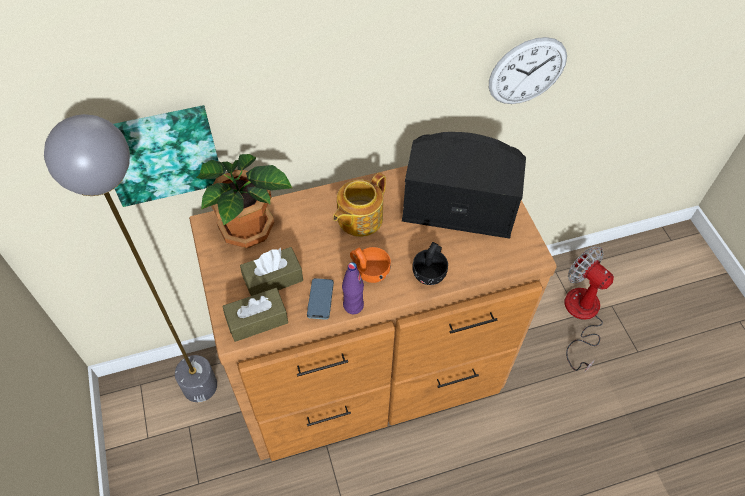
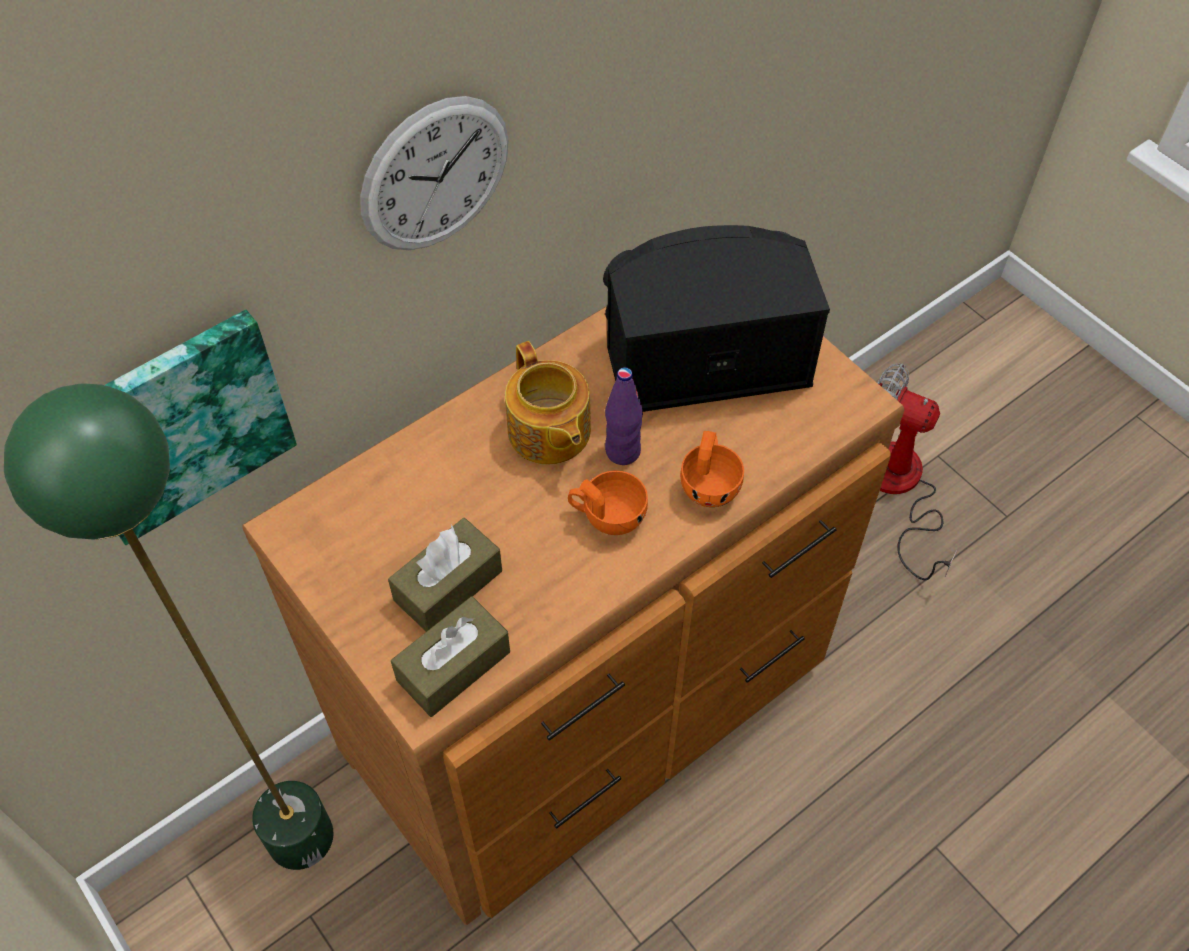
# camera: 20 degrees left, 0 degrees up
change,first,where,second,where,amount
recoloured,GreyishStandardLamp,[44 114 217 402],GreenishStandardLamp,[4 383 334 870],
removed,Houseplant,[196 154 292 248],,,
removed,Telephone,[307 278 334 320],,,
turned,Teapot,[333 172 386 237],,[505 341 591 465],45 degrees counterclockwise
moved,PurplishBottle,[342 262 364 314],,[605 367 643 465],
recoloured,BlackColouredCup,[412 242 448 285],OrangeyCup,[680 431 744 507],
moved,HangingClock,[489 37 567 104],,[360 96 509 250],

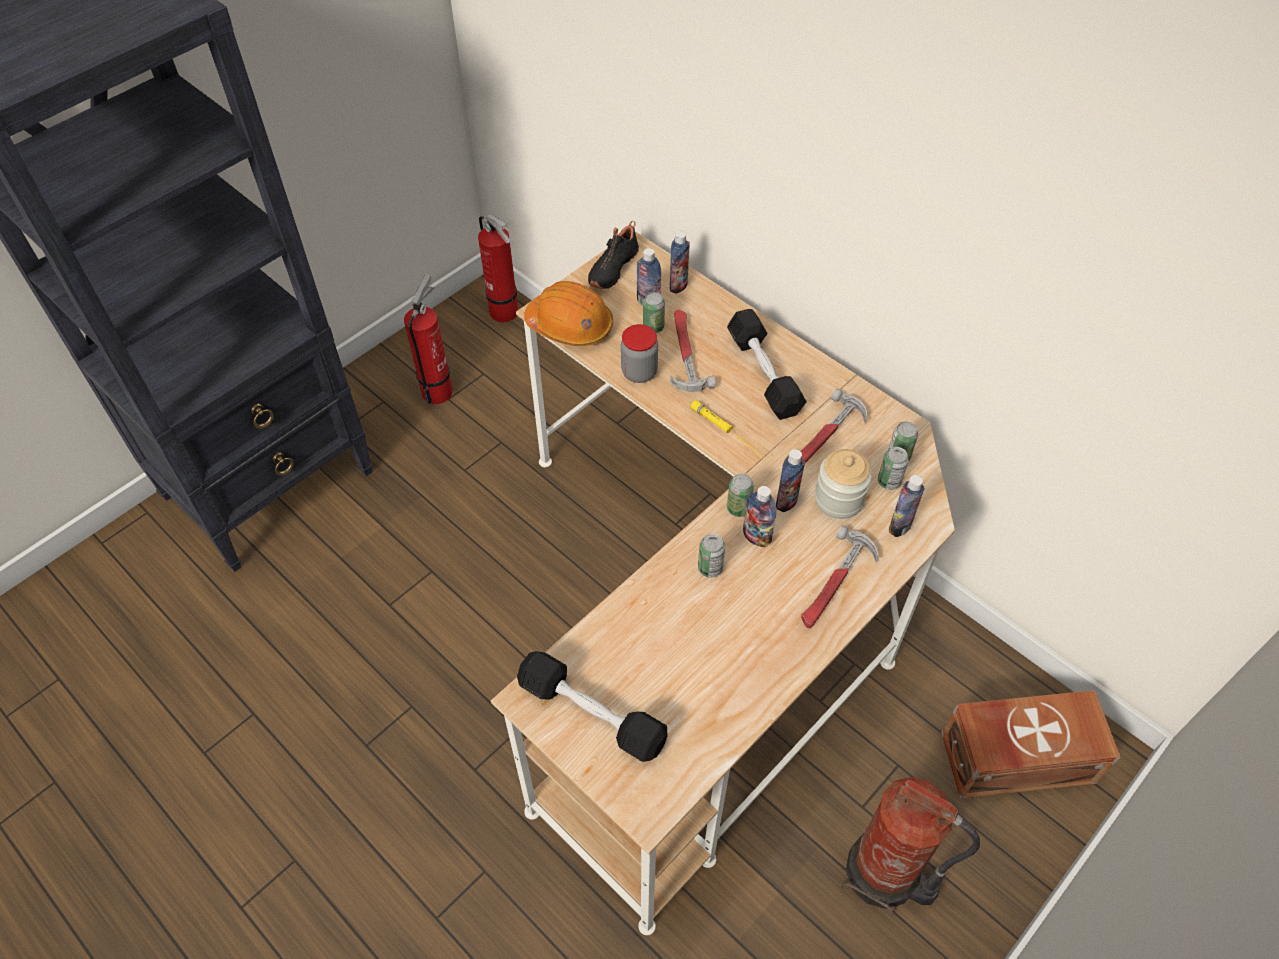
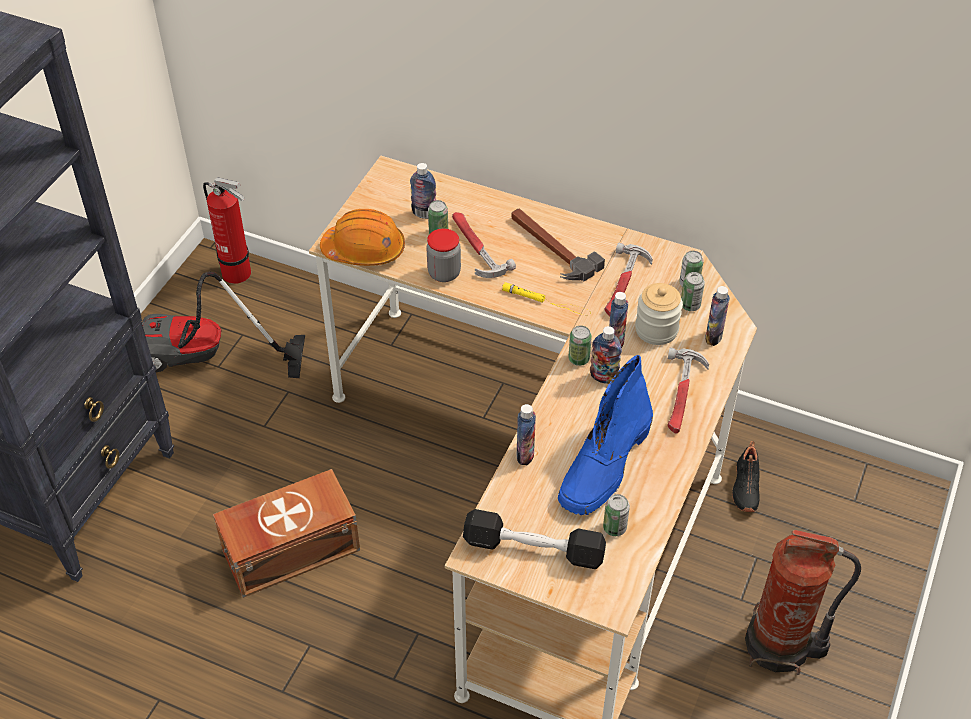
# camera: 20 degrees left, 5 degrees down
change,first,where,second,where,amount
replaced,FireFightingCylinder,[404 274 453 404],VacuumCleaner,[142 272 305 378],
moved,BlackColouredItemOfFootwear,[588 221 639 289],,[732 441 760 512],
moved,Bottle,[670 231 690 294],,[516 404 536 465],
moved,SealedCan,[698 534 725 578],,[603 494 630 536],
replaced,BlackColouredHandWeight,[727 309 807 420],Hammer,[512 208 605 282],
moved,BrownStorageContainer,[942 690 1120 799],,[213 469 360 598],
added,,,BlueBoot,[558 355 653 515],

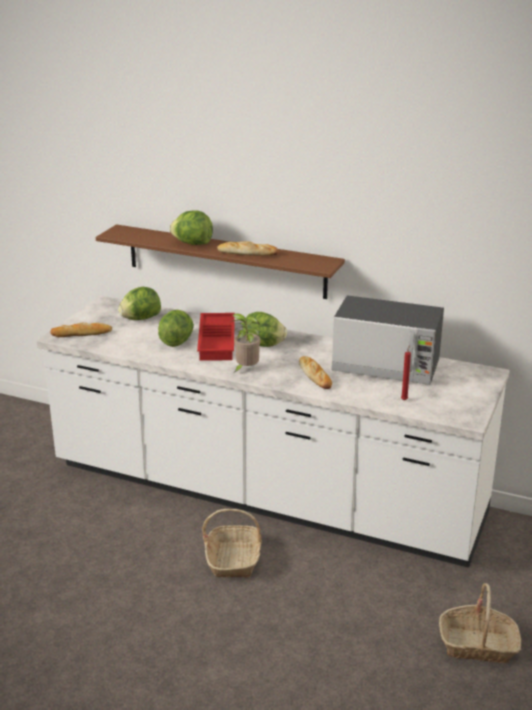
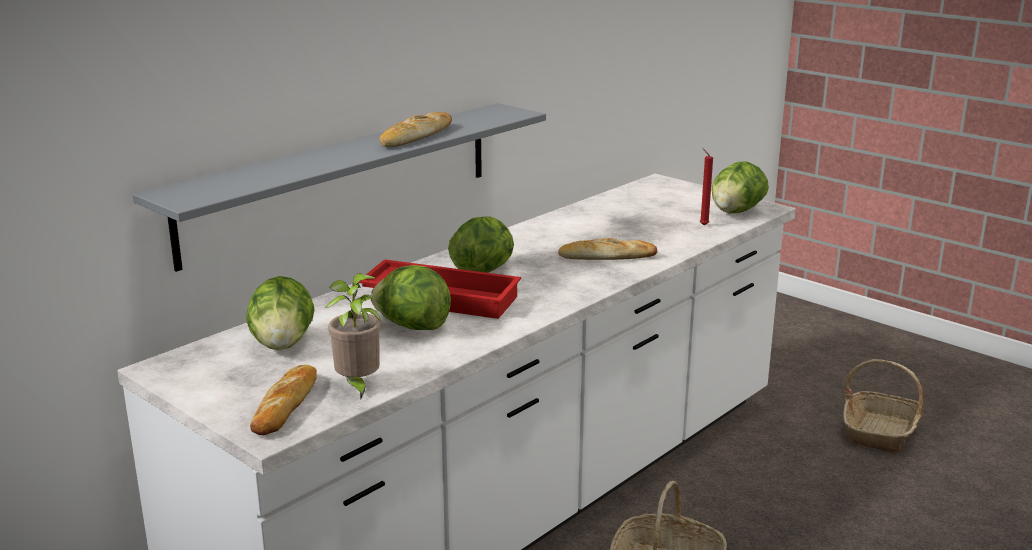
# camera: 70 degrees left, 5 degrees down
change,first,where,second,where,amount
recoloured,BrownWallShelf,[96 224 345 299],GreyishWallShelf,[133 103 546 272],
moved,LettuceHead,[169 210 213 245],,[712 161 769 213],
moved,Houseplant,[232 314 261 373],,[325 273 381 401],
removed,KitchenMicrowave,[331 295 444 385],,,

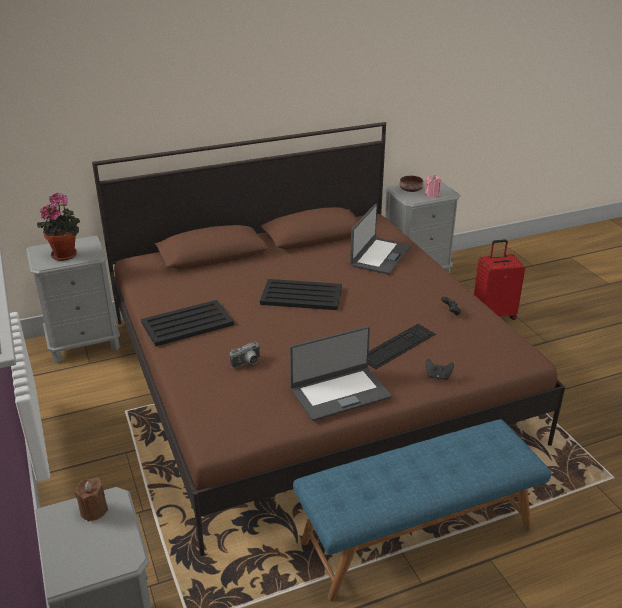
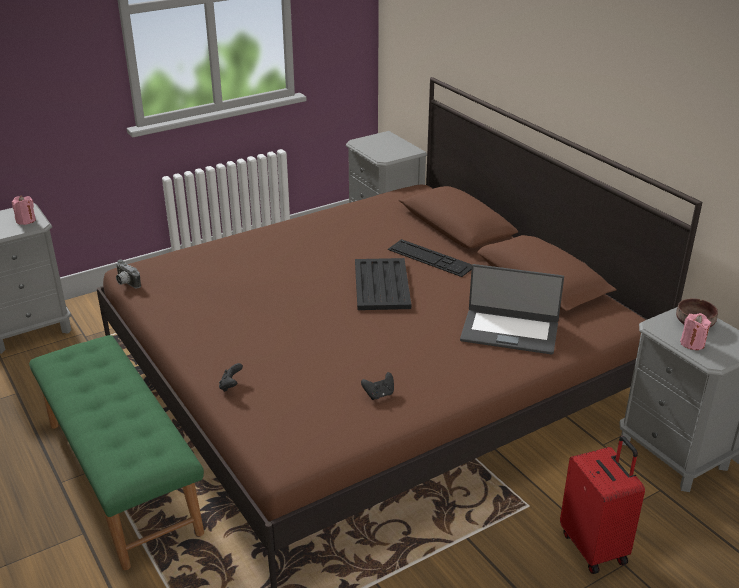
# camera: 80 degrees right, 0 degrees up
change,first,where,second,where,amount
removed,Houseplant,[37 192 80 261],,,
recoloured,BrownWaxCandle,[75 477 108 522],PinkishWaxCandle,[12 195 36 225],
removed,BlackColouredCarryingTray,[141 300 234 347],,,
moved,StillCamera,[230 342 260 368],,[116 260 141 289],
removed,PortableComputer,[290 326 392 421],,,
recoloured,BlueBench,[293 419 551 601],GreenishBench,[29 335 204 570],
moved,PcKeyboard,[368 324 436 369],,[388 239 472 277],

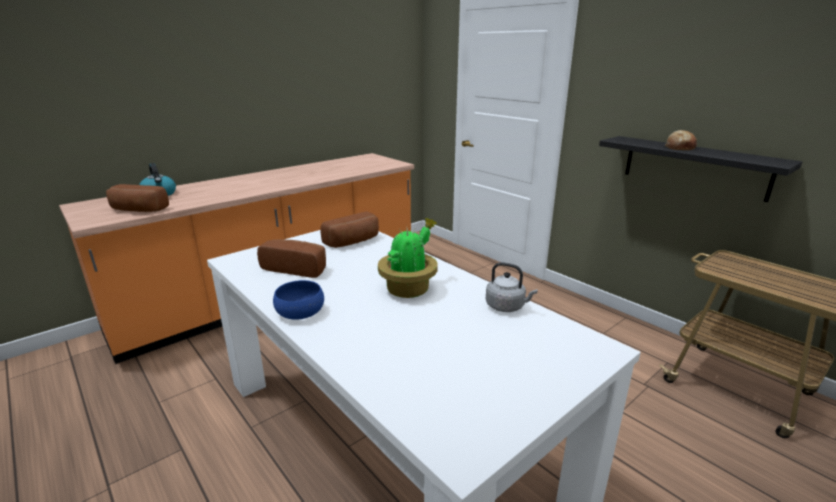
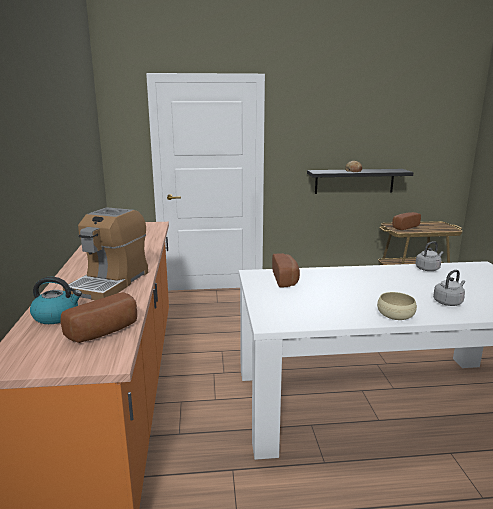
# camera: 55 degrees left, 5 degrees down
change,first,where,second,where,amount
moved,Bread,[257 239 326 278],,[392 212 421 230],
recoloured,BlueDeepDish,[273 280 324 320],BeigeDeepDish,[377 292 417 320],
removed,Houseplant,[378 218 438 298],,,
added,,,CoffeeBrewer,[63 207 148 300],
added,,,GreyishWaterKettle,[433 270 465 306],

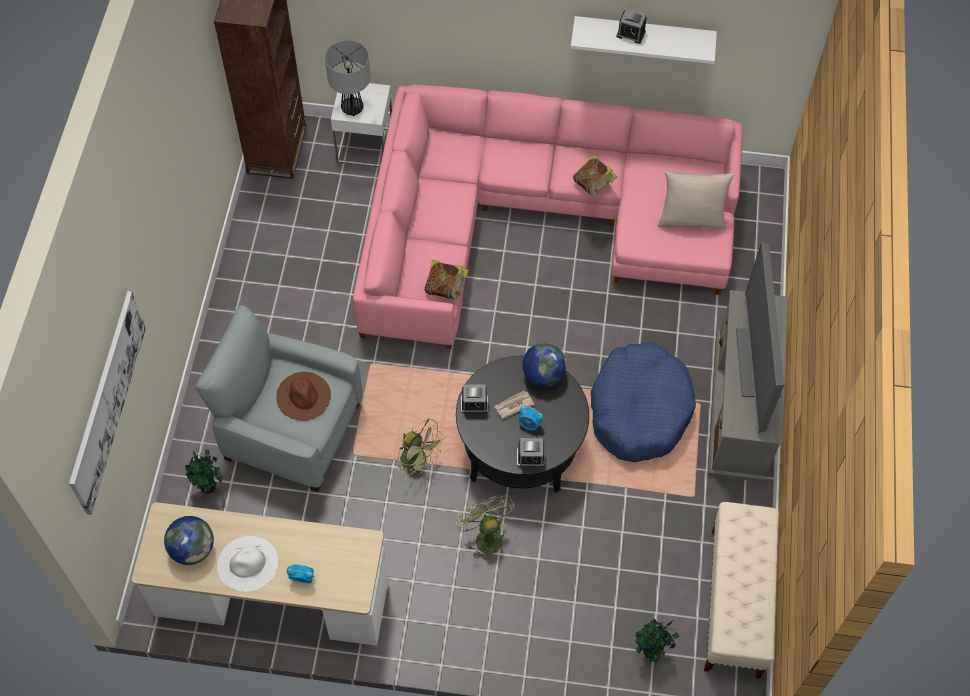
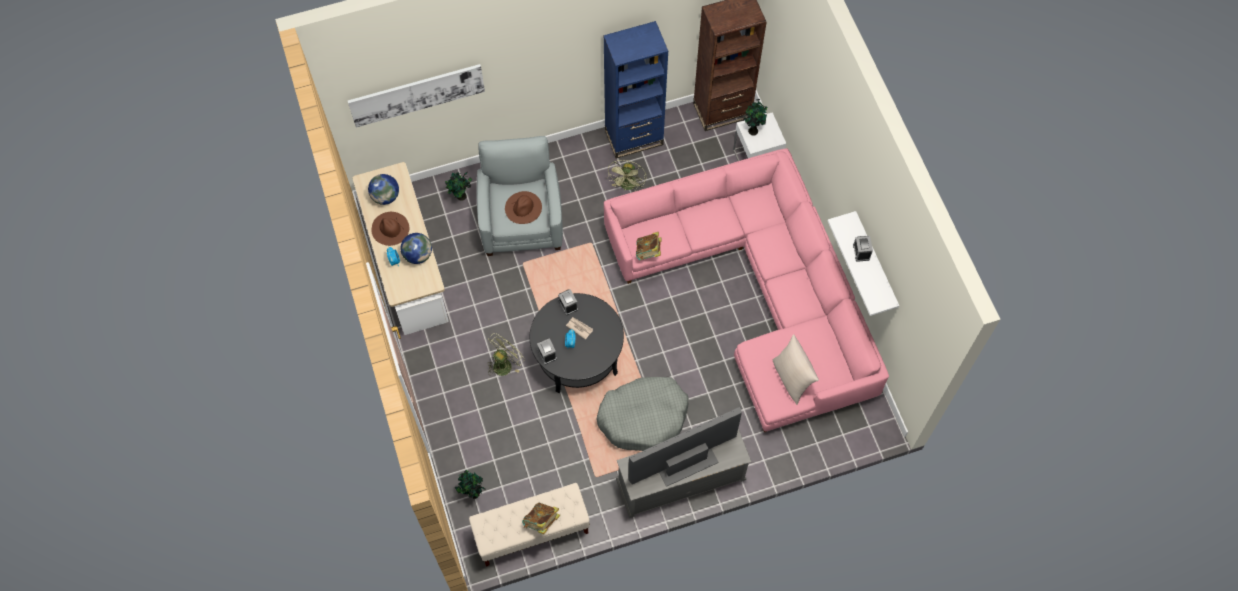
# camera: 65 degrees right, 5 degrees up
change,first,where,second,where,amount
recoloured,WhiteColouredWearableHat,[217 536 278 592],BrownWearableHat,[371 212 409 246],
replaced,TabletopLamp,[325 40 371 116],Houseplant,[743 99 767 136],
moved,GreenishFan,[397 419 446 481],,[607 160 646 191],
moved,DeskGlobe,[523 343 567 387],,[401 233 432 264],
moved,Book,[573 155 617 196],,[522 503 560 534],
recoloured,BlueDogBed,[591 342 696 462],GreyishDogBed,[597 377 689 451],
added,,,BlueShelvingUnit,[603 21 668 158],

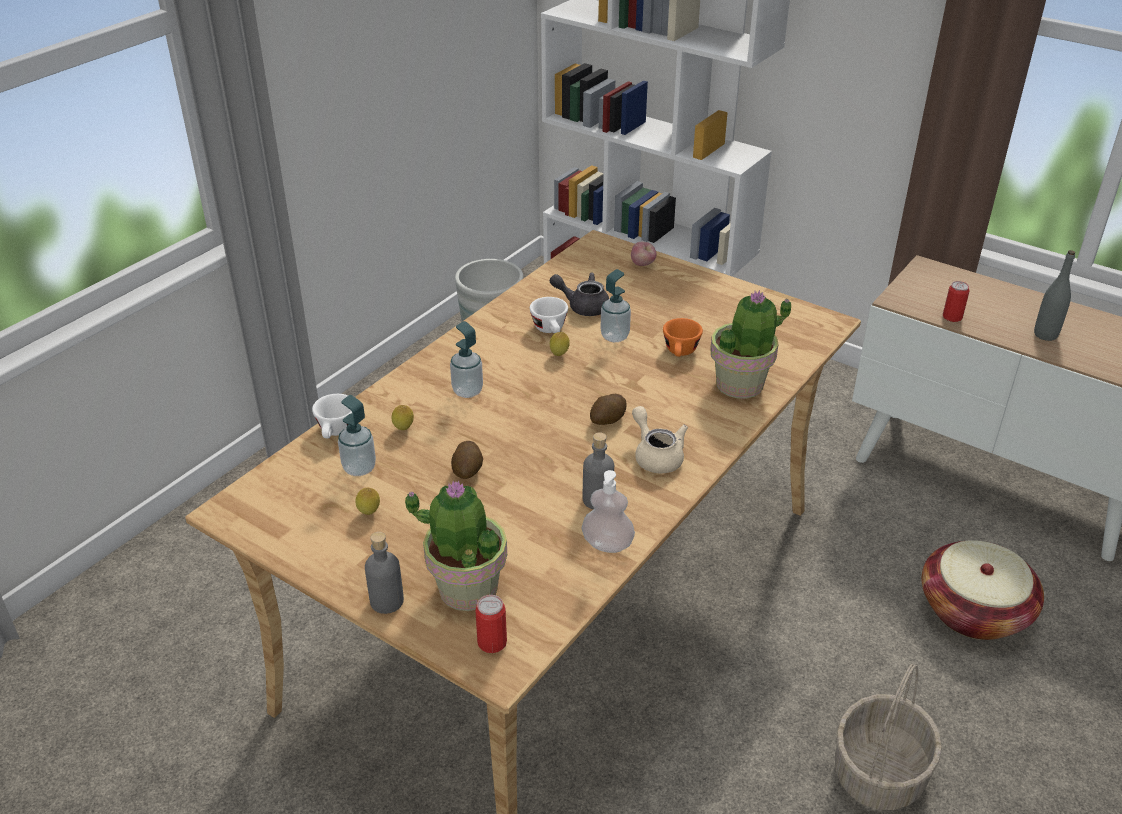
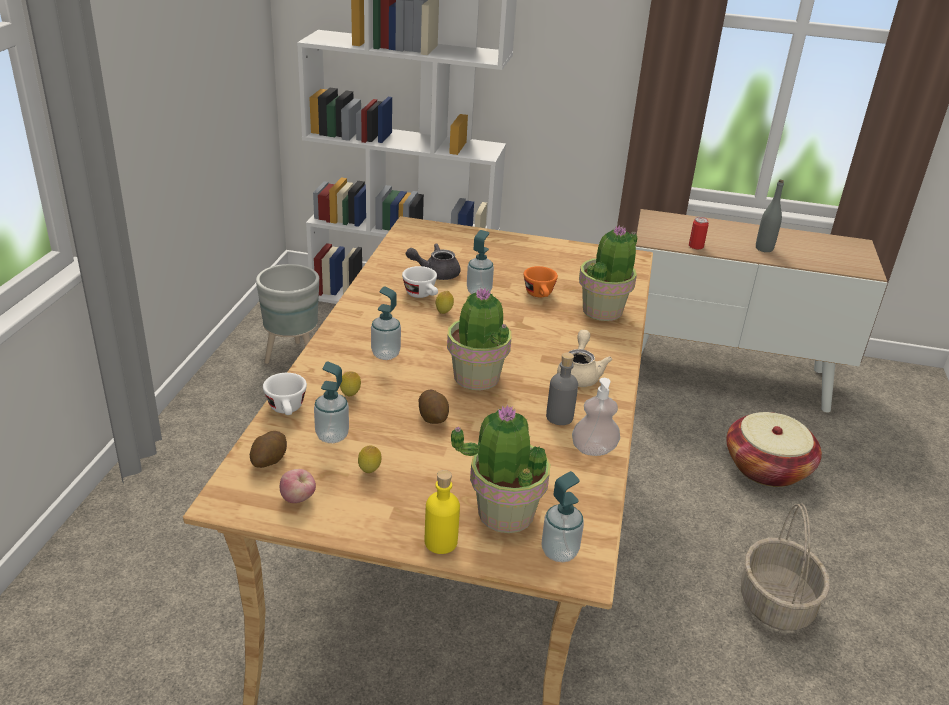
# camera: 25 degrees left, 5 degrees down
change,first,where,second,where,amount
recoloured,GreyishBottle,[365 532 404 614],YellowishBottle,[425 470 460 554],
replaced,SealedCan,[475 595 507 653],LiquidSoapBottle,[541 471 584 562],
moved,WholePotato,[590 394 626 425],,[250 431 287 468],
moved,Apple,[631 241 656 266],,[280 469 316 503],
turned,BeigeTeapot,[632 406 688 473],,[557 330 612 387],60 degrees clockwise
added,,,Houseplant,[447 288 511 390],

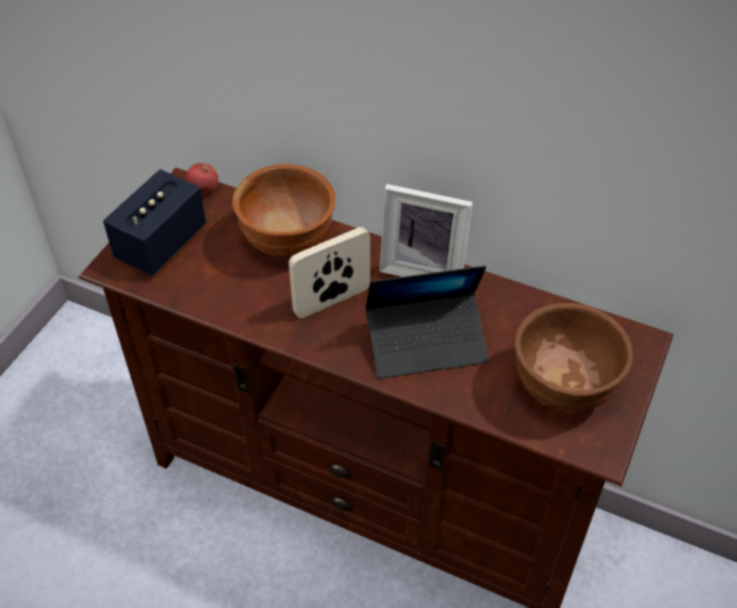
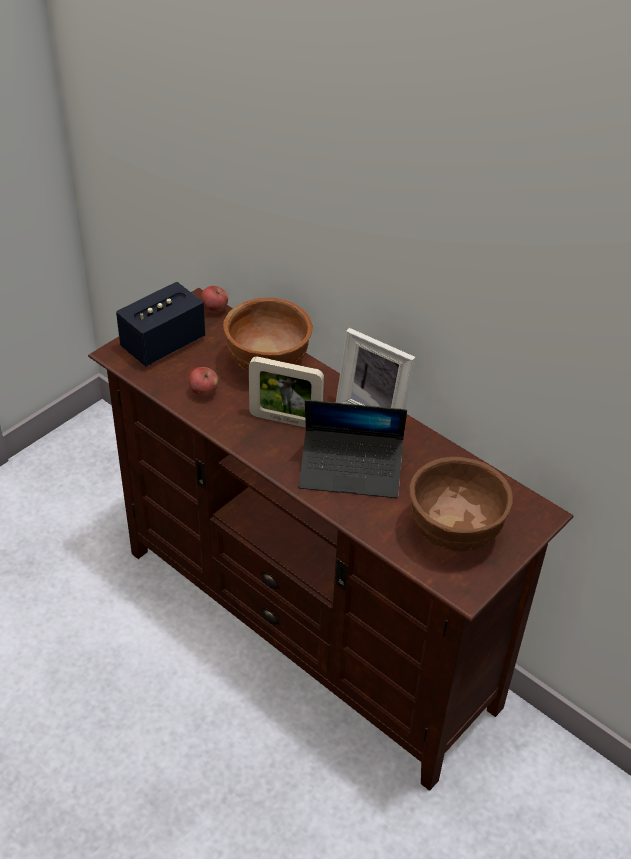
# camera: 15 degrees right, 5 degrees down
change,first,where,second,where,amount
turned,StandingFrame,[289 227 370 319],,[249 357 324 428],150 degrees counterclockwise
added,,,Apple,[189 367 218 397],

